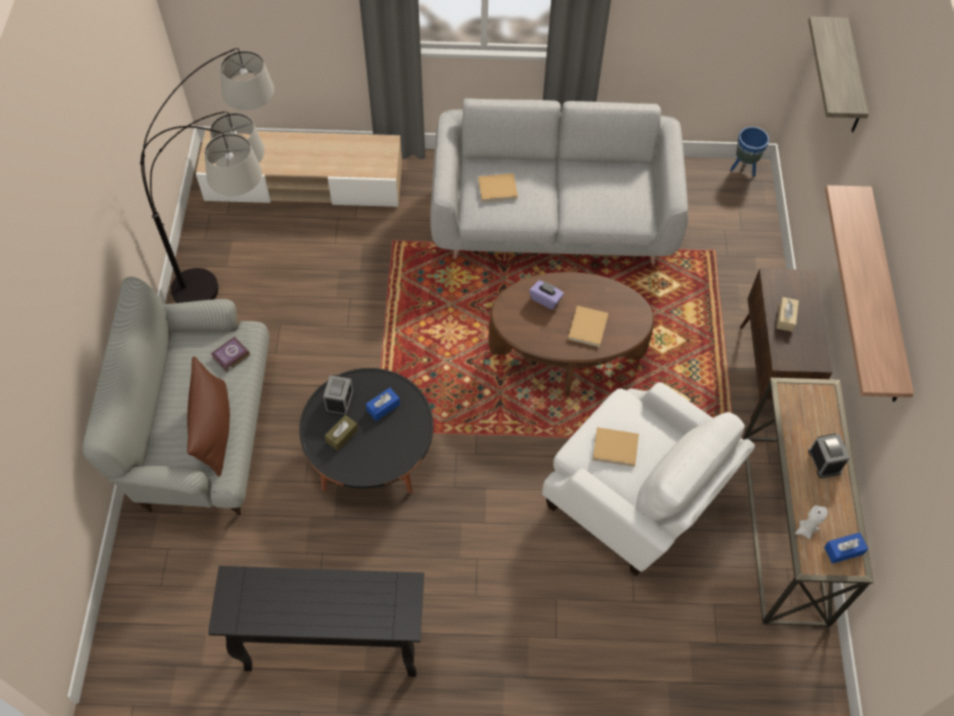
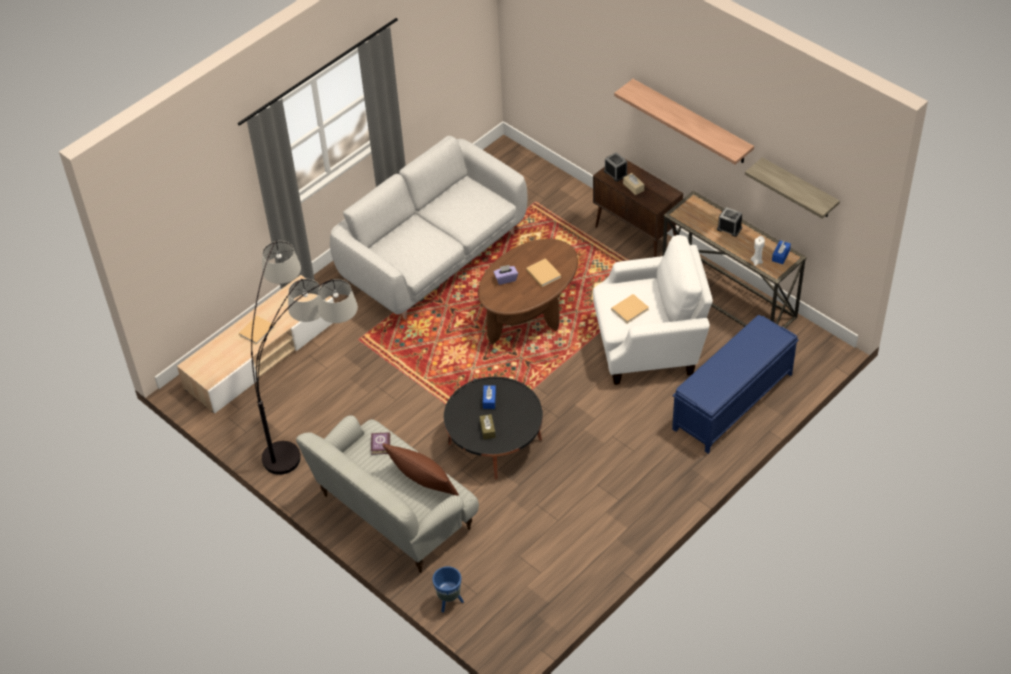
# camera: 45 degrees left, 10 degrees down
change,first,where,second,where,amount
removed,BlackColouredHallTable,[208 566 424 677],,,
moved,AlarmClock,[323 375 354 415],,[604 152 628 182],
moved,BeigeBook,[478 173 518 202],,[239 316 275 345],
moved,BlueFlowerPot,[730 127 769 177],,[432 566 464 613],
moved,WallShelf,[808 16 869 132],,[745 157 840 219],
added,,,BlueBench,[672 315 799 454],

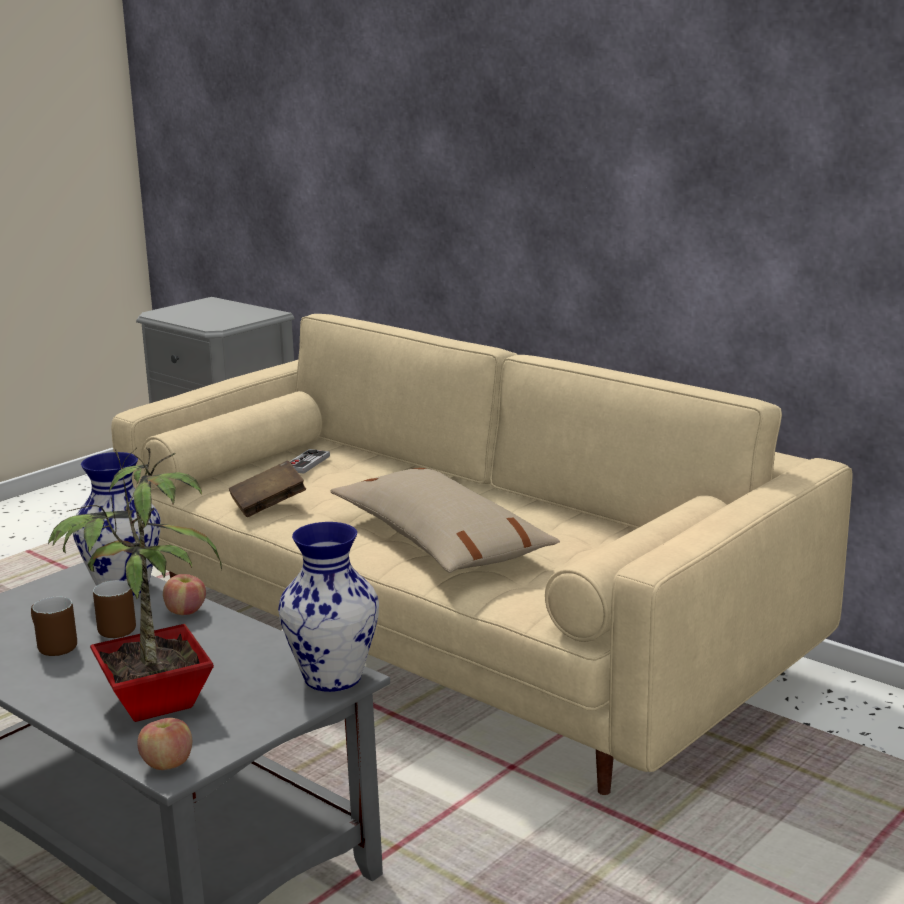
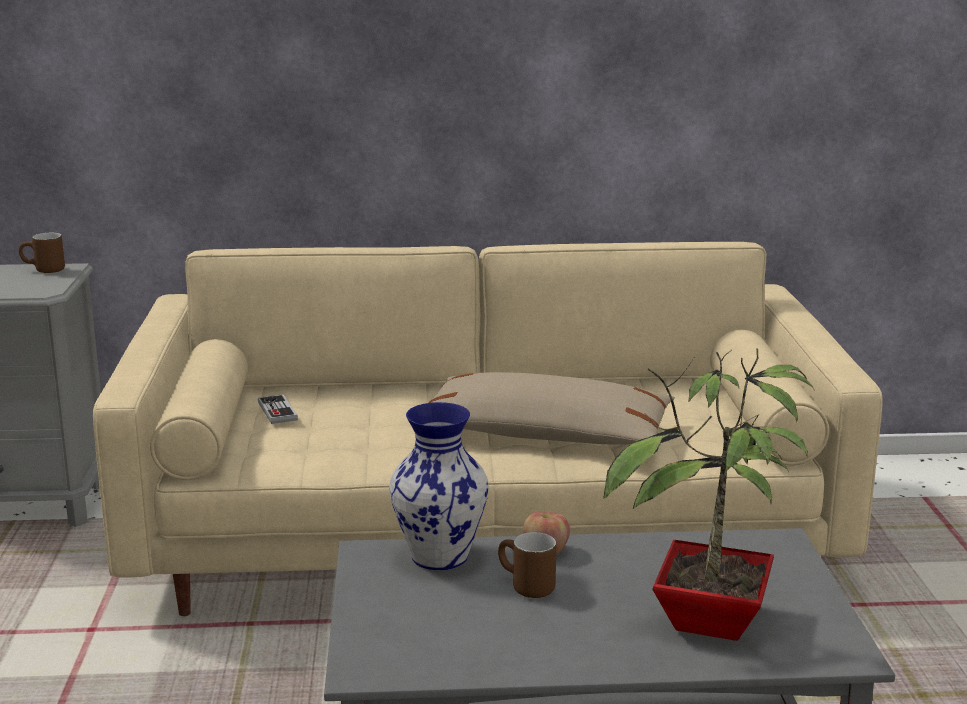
# camera: 45 degrees left, 0 degrees up
change,first,where,second,where,amount
moved,BrownCoffeeMug,[31 597 77 656],,[19 233 65 273],
removed,Apple,[137 718 192 770],,,
removed,BrownBook,[229 460 306 517],,,
removed,FlowerVase,[278 522 379 692],,,

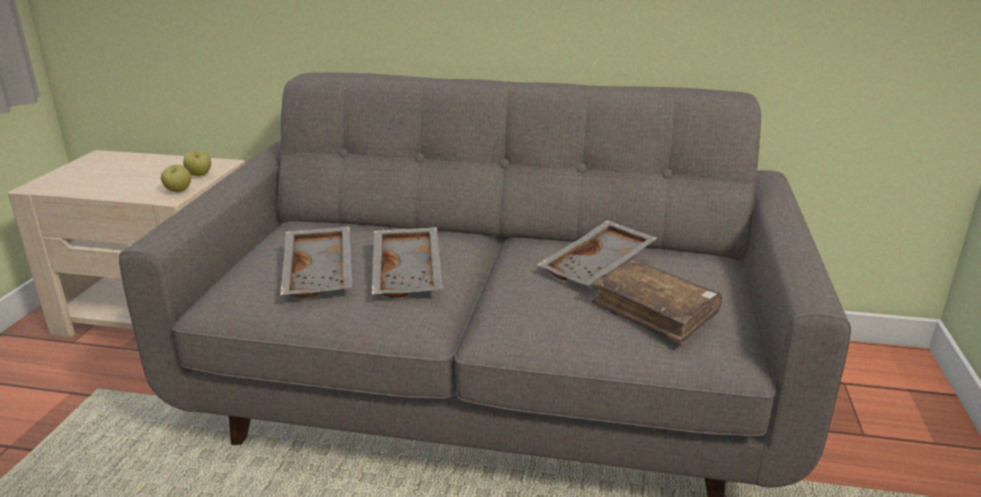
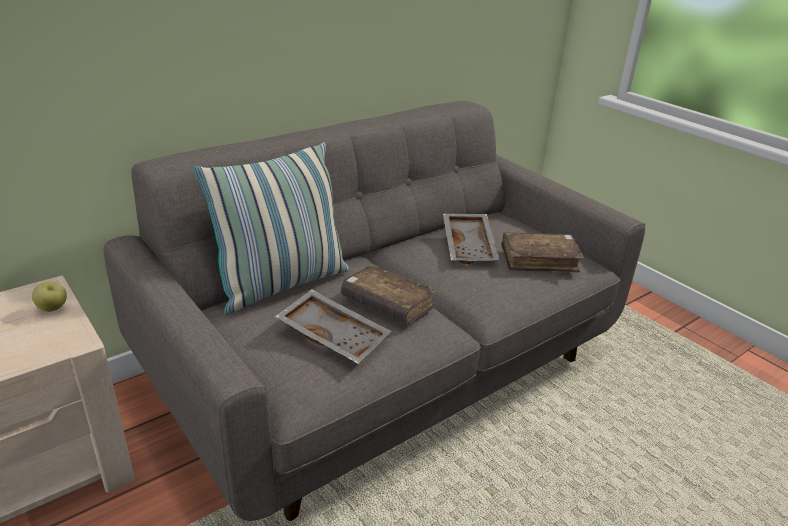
# camera: 50 degrees left, 5 degrees up
change,first,where,second,where,amount
removed,Apple,[161 165 191 192],,,
replaced,GreyishCarryingTray,[372 227 443 298],BrownBook,[341 264 437 324],
added,,,Pillow,[193 142 349 315],

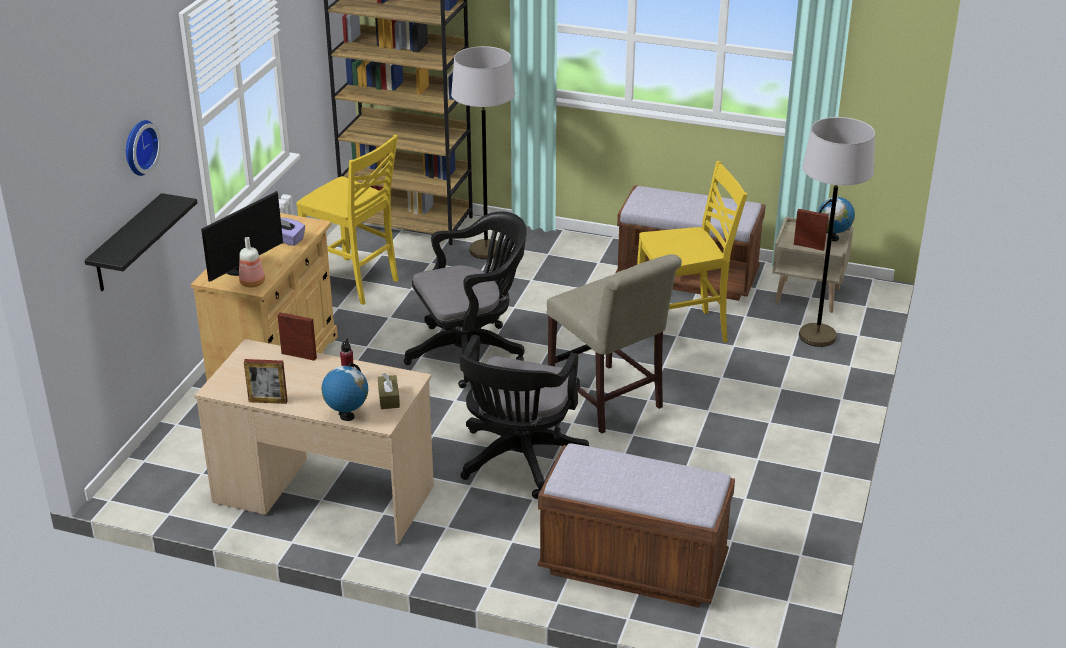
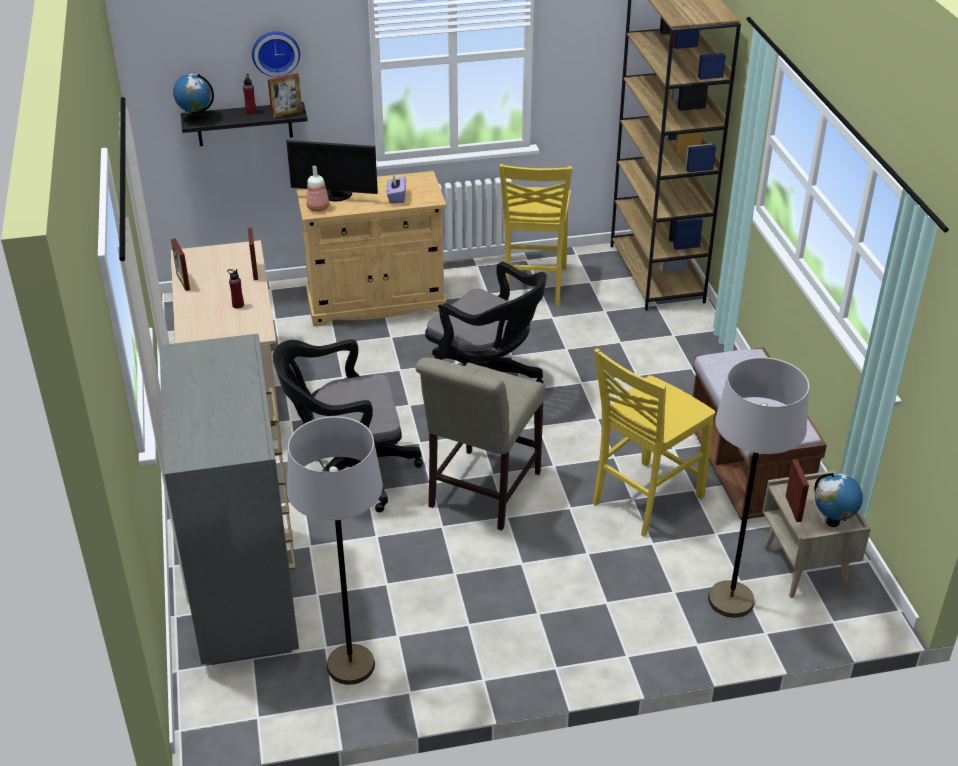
# camera: 60 degrees right, 5 degrees up
change,first,where,second,where,amount
moved,DeskGlobe,[321 363 368 421],,[173 74 214 121],
removed,BrownTissueHolder,[378 373 400 409],,,
moved,GreyishStandardLamp,[451 46 515 259],,[287 416 383 685],
replaced,BrownBench,[538 443 735 608],GreyishDrawerChest,[160 334 299 665],
turned,YellowishUprightChair,[637 161 747 342],,[593 348 715 537],90 degrees clockwise
added,,,ReddishBottle,[243 74 256 115],
added,,,StandingFrame,[268 73 302 118],

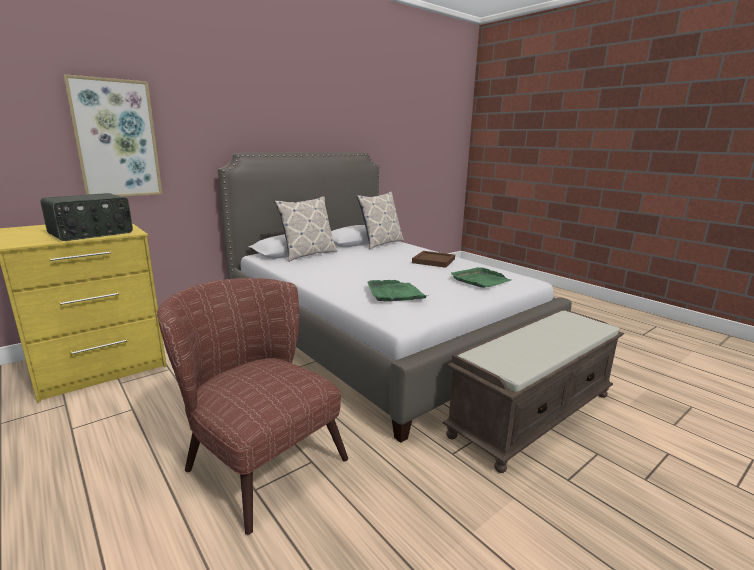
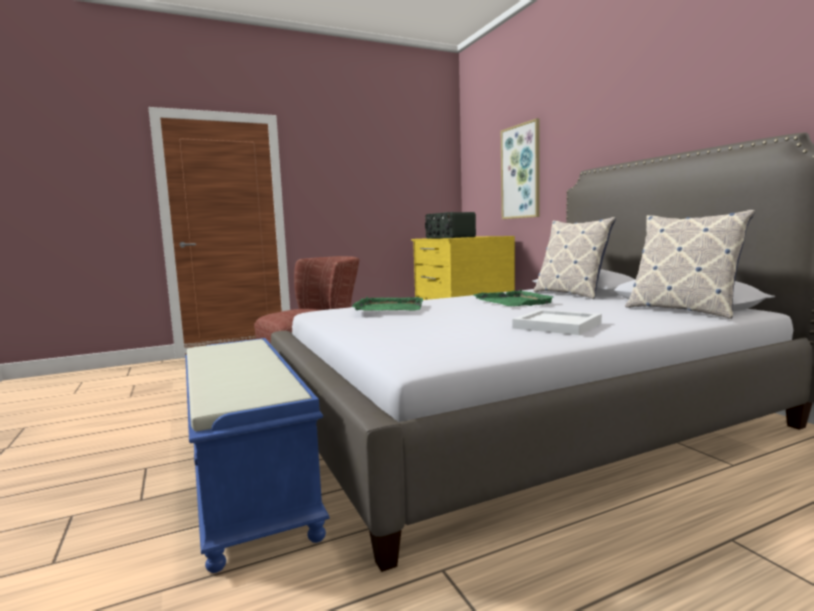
# camera: 105 degrees right, 10 degrees down
change,first,where,second,where,amount
recoloured,BrownCarryingTray,[412 251 455 268],WhiteColouredCarryingTray,[512 309 602 335],
recoloured,BrownBench,[443 309 624 473],BlueBench,[185 338 330 573],
moved,GreenishCarryingTray,[451 267 511 288],,[474 289 554 306],

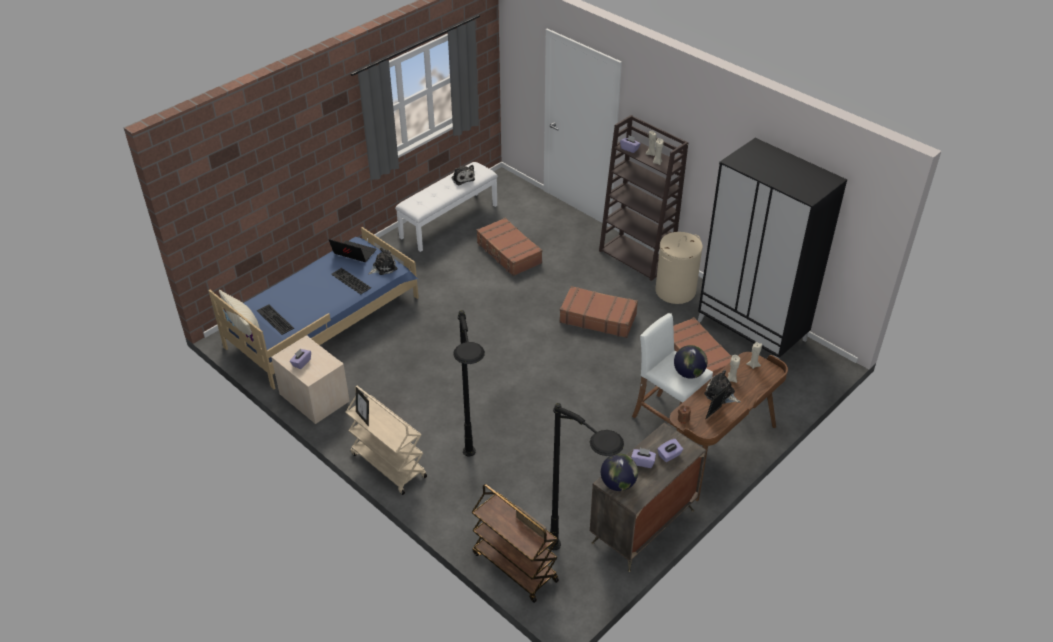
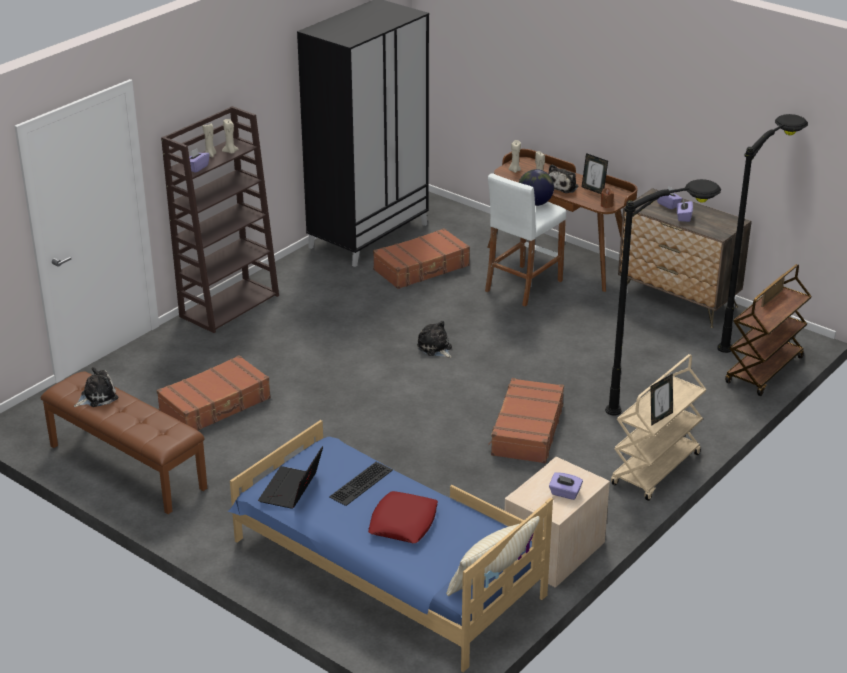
# camera: 95 degrees left, 10 degrees down
change,first,where,second,where,amount
removed,PcKeyboard,[257 305 294 335],,,
moved,PlushToy,[368 248 397 275],,[417 321 452 358],
recoloured,WhiteColouredBench,[395 162 498 252],BrownBench,[41 371 207 514],
moved,BrownSuitcase,[560 286 638 338],,[488 378 564 463],
removed,DeskGlobe,[601 453 638 491],,,
removed,BeigeWashingBasket,[655 232 703 304],,,
added,,,ReddishPillow,[368 491 438 543],

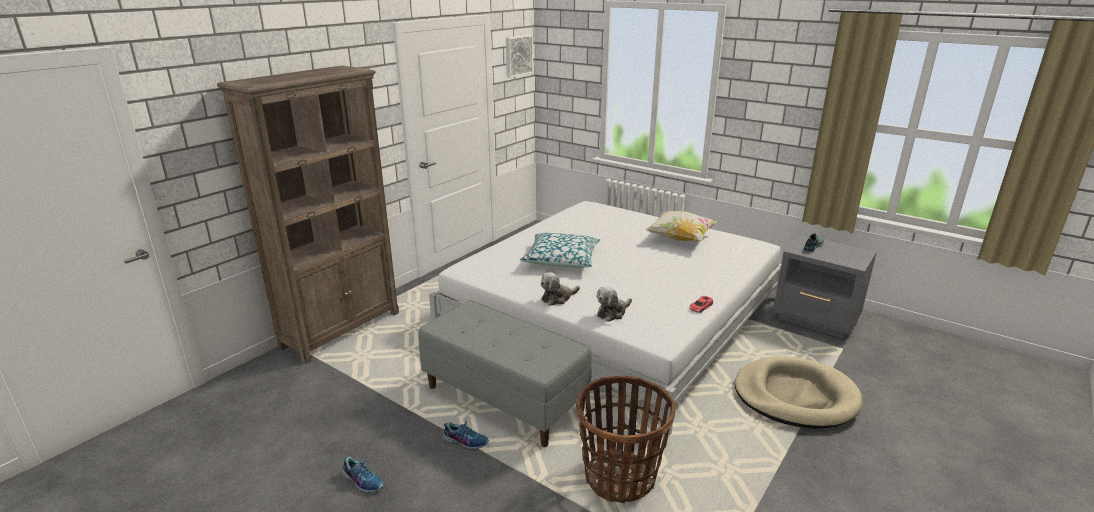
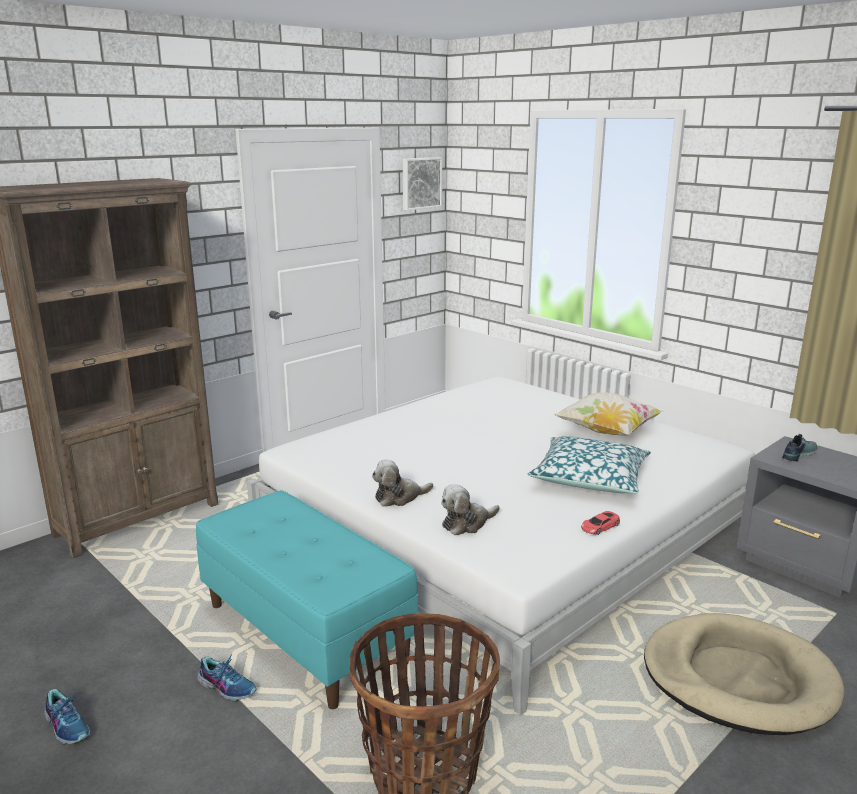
# camera: 10 degrees right, 5 degrees down
change,first,where,second,where,amount
recoloured,GreyishBench,[419 300 592 447],BlueGreenBench,[196 490 418 709],
moved,Pillow,[520 233 601 268],,[527 436 651 494],

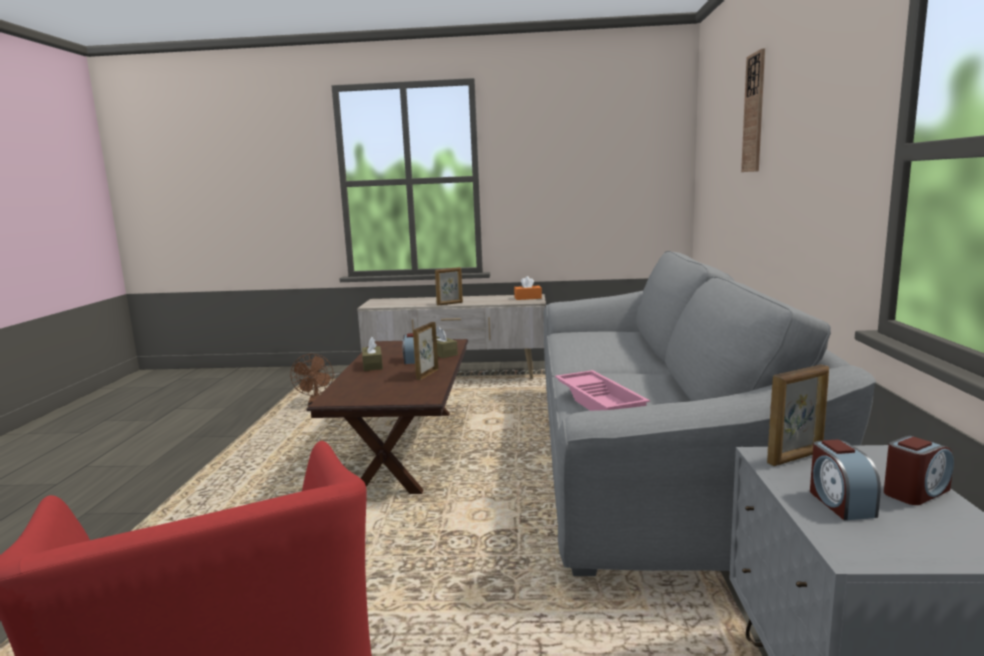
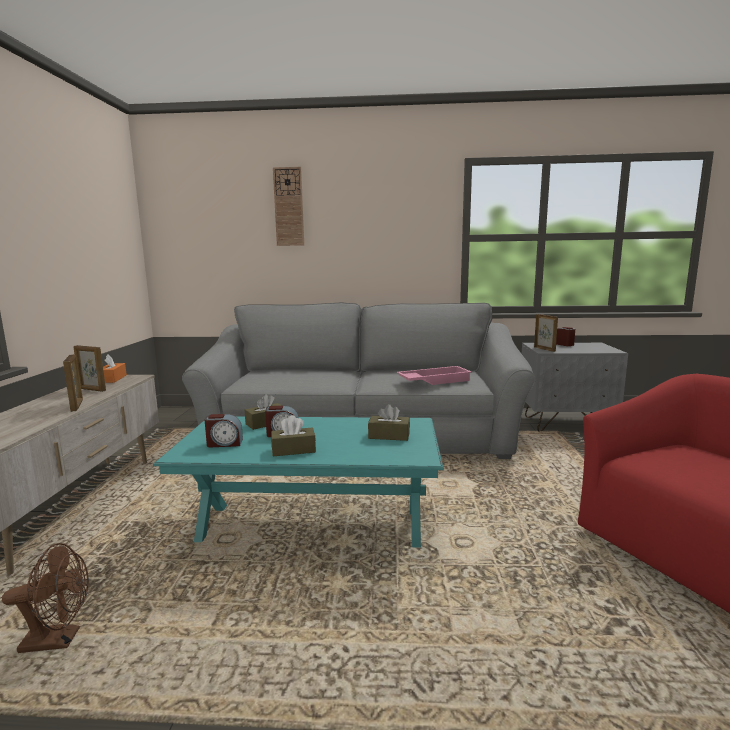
# camera: 90 degrees left, 0 degrees up
change,first,where,second,where,amount
recoloured,BrownLoungeTable,[306 339 468 494],BlueGreenLoungeTable,[153 417 444 548],
moved,StandingFrame,[413 322 438 380],,[74 345 106 392],
moved,AlarmClock,[810 439 881 520],,[205 414 243 447],
added,,,BrownTissueHolder,[368 404 410 441],

